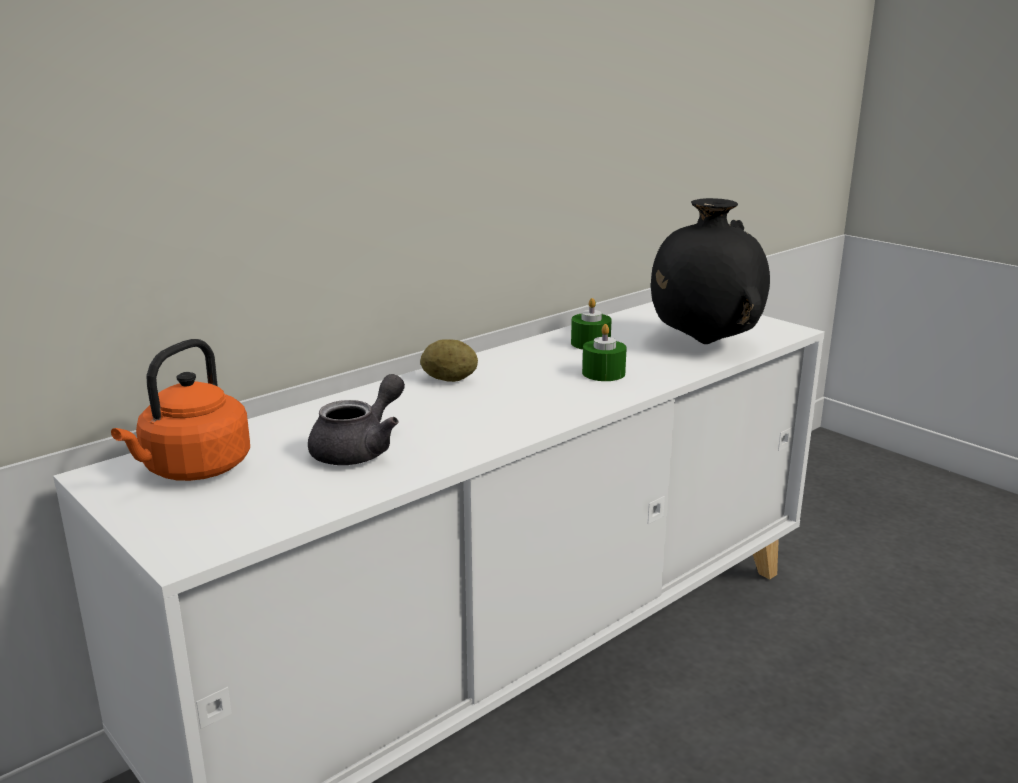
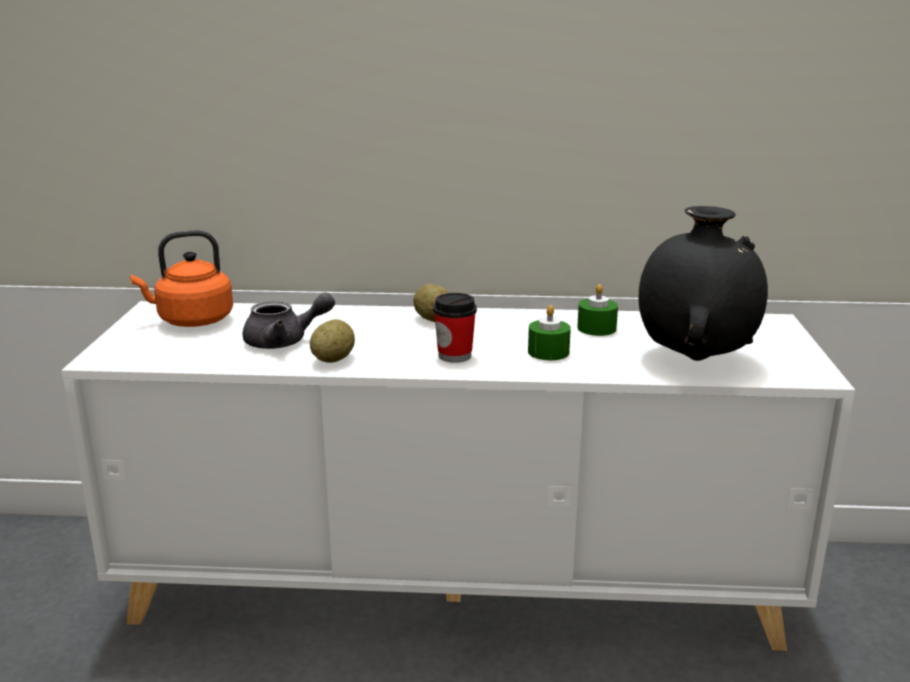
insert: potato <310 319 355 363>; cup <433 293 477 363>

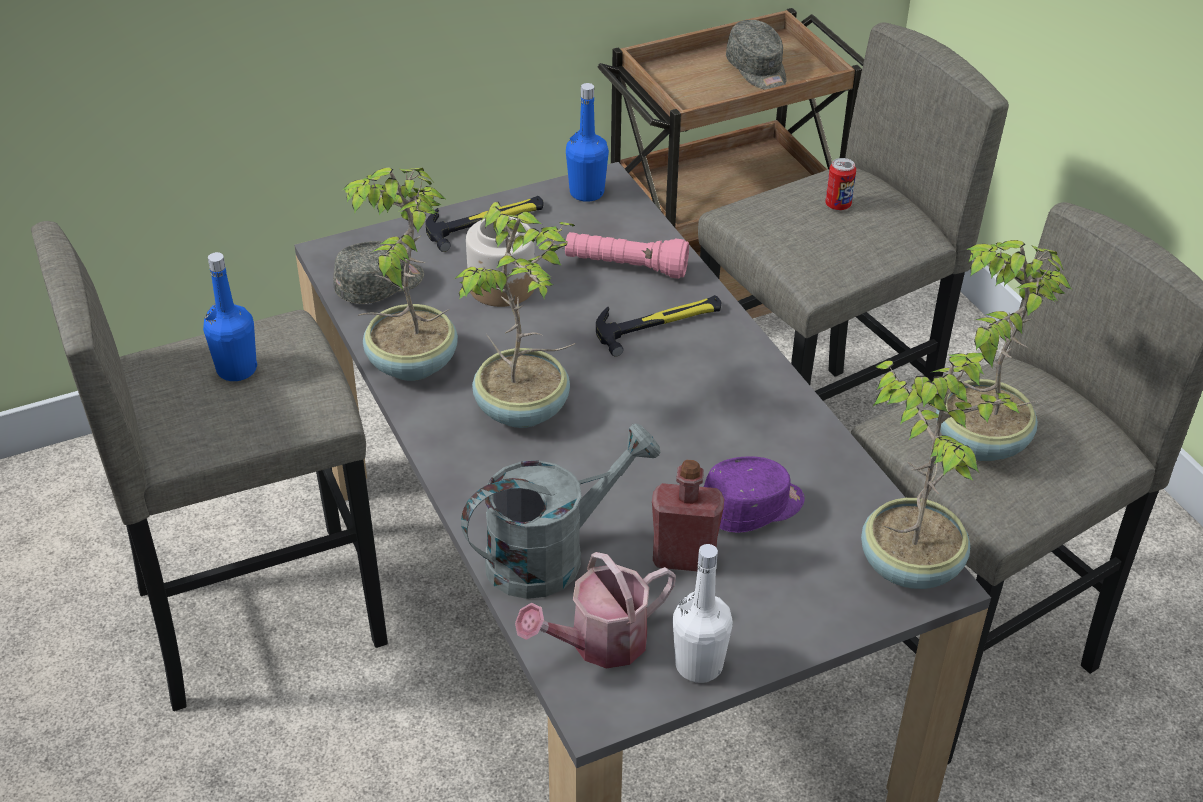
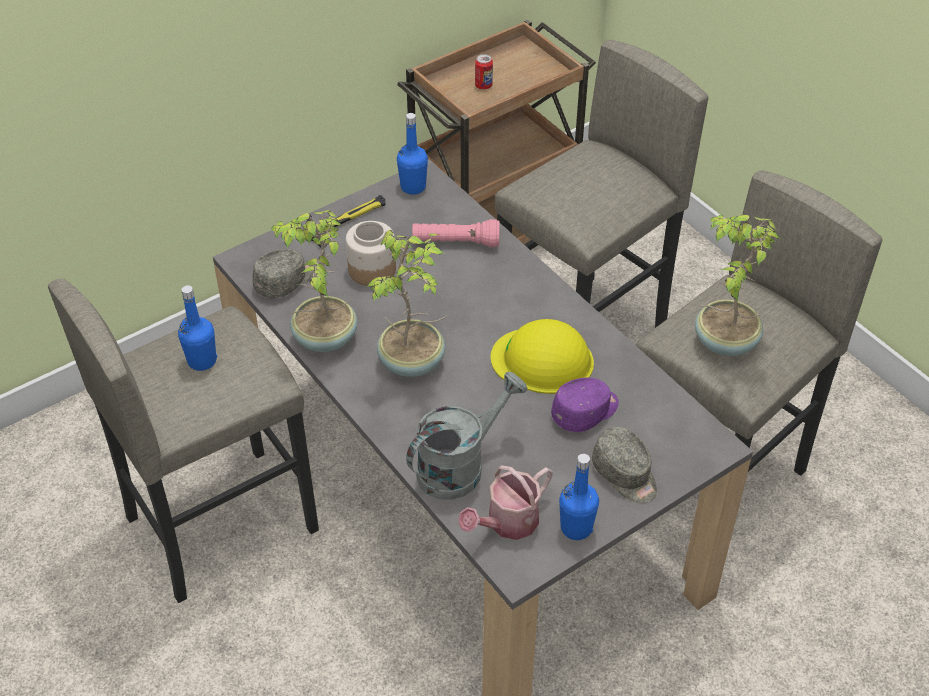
delete: hammer <596 295 721 357>; red_bottle <652 460 724 571>; potted_plant <861 353 1021 589>
insert: yellow_hard_hat <491 319 594 394>
move: grey_cap <726 20 787 90> to <592 427 657 503>; can <825 158 856 210> to <475 54 493 90>
recolor: white_bottle <673 544 733 683> to blue_bottle <559 454 599 540>

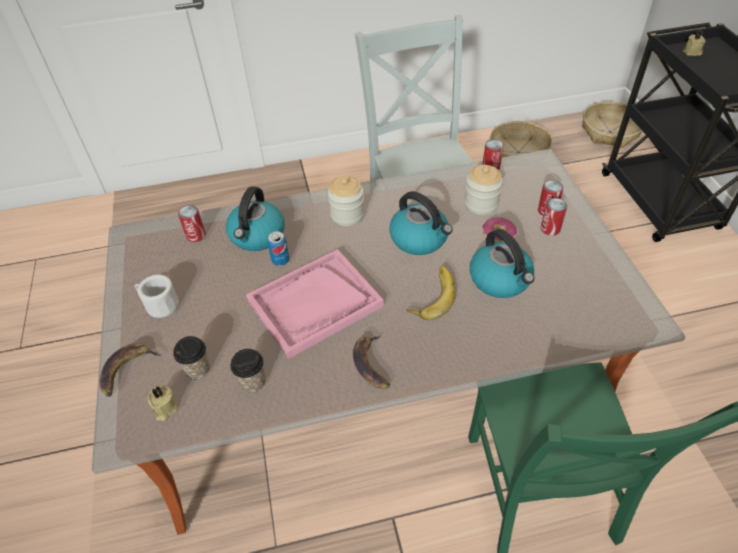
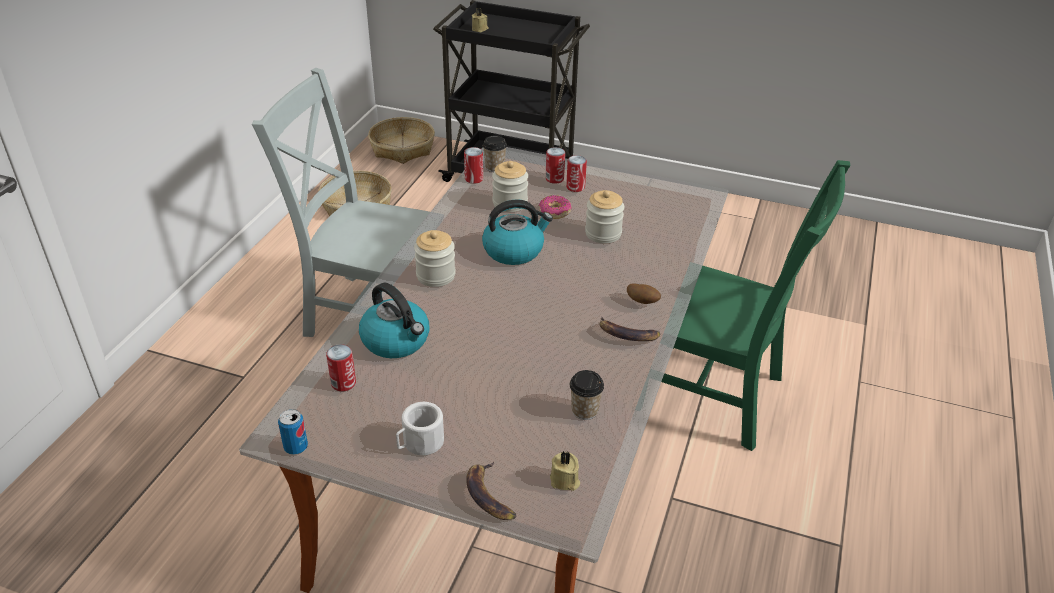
delete: pink_tray <246 249 384 359>; banana <407 266 456 320>
insert: potato <627 283 661 304>
move: cup <173 336 210 379> to <483 135 507 172>; can <267 231 289 266> to <278 409 308 455>
replace: kettle <470 229 534 298> to jar <585 190 624 243>

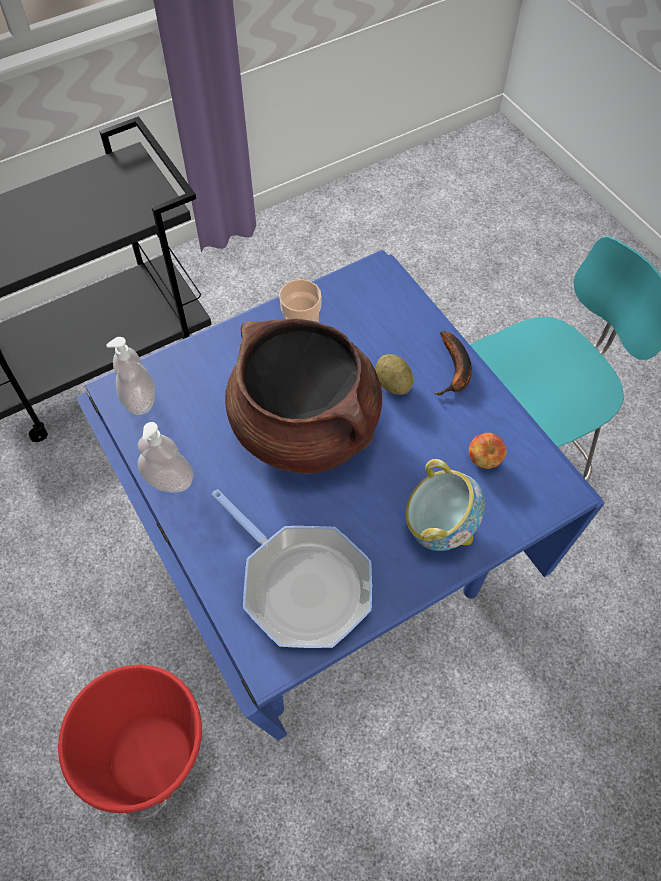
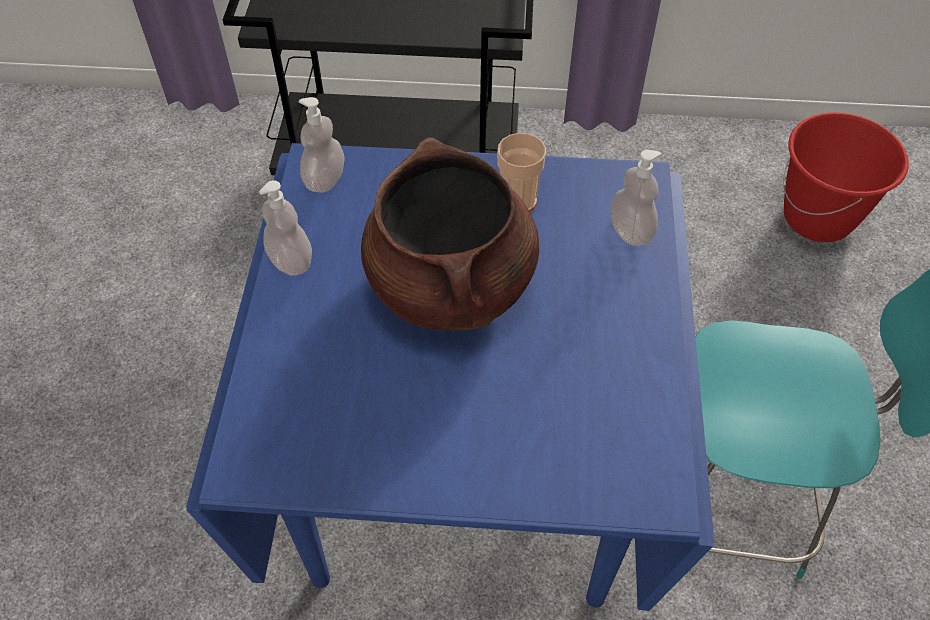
delete: frying_pan <212 489 372 648>; potato <376 354 413 395>; bowl <406 459 485 551>; banana <434 331 472 396>; apple <469 433 507 469>
insert: soap_dispenser <610 150 661 246>
move: red_bucket <58 664 202 819> to <783 113 909 242>

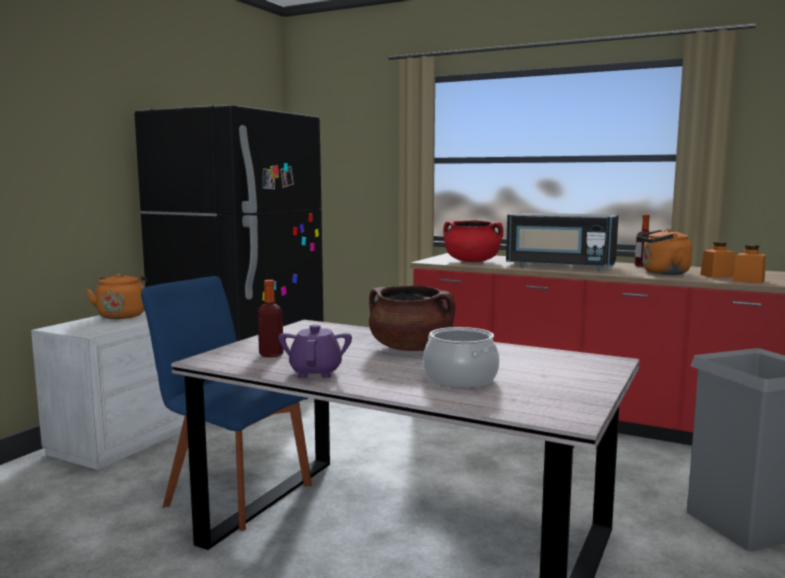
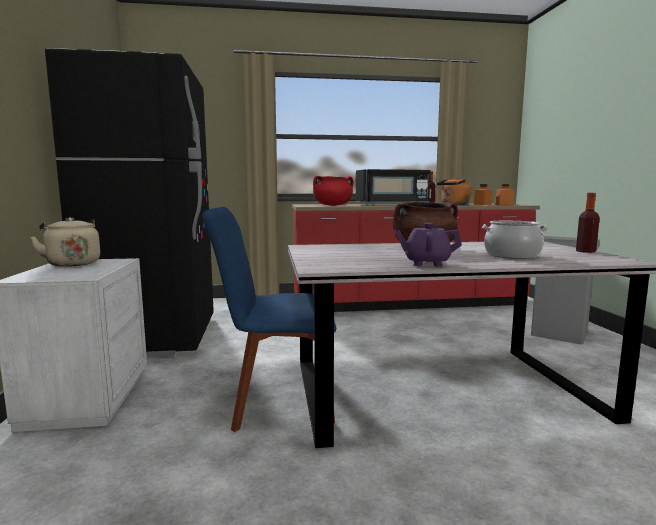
move: bottle <258 280 284 357> to <576 193 600 253>
recolor: orange_kettle <86 273 147 319> to beige_kettle <30 217 100 267>
rotate: purple_teapot <278 325 352 378> = <395 223 462 267> 45 degrees counterclockwise

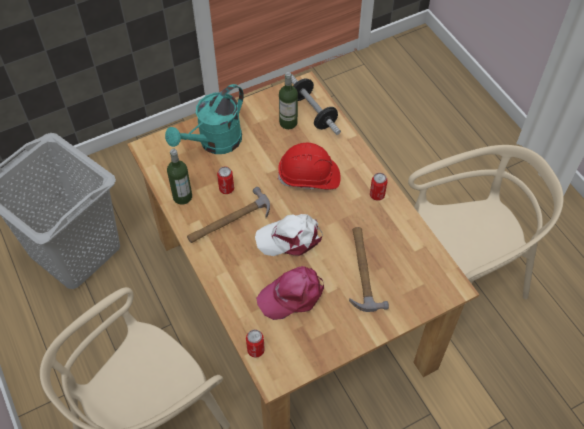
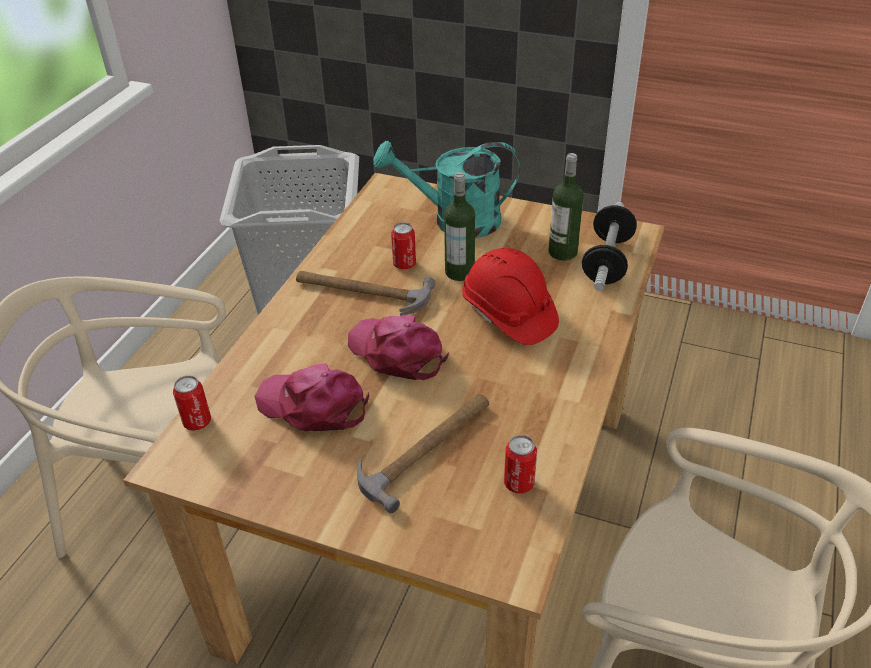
move: bottle <167 149 192 205> to <444 172 475 281>; can <370 173 388 201> to <504 435 537 494>
recolor: white_cap <255 214 323 256> to pink_cap <348 315 449 380>

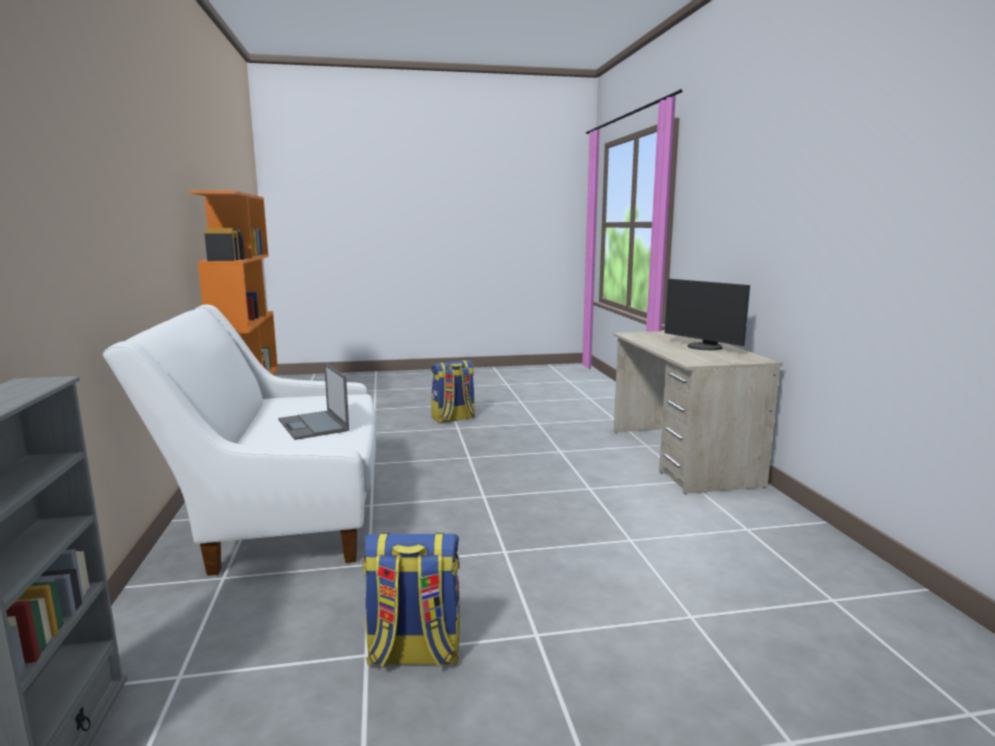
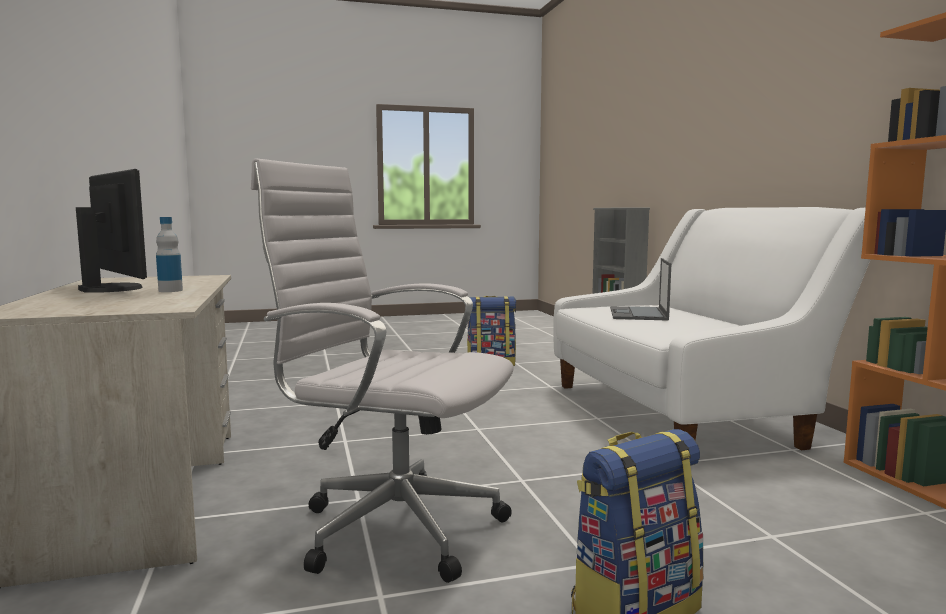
insert: bottle <156 217 183 292>; white_office_chair <251 158 514 583>
rotate: laptop <278 363 349 440> = <610 258 671 321> 135 degrees counterclockwise

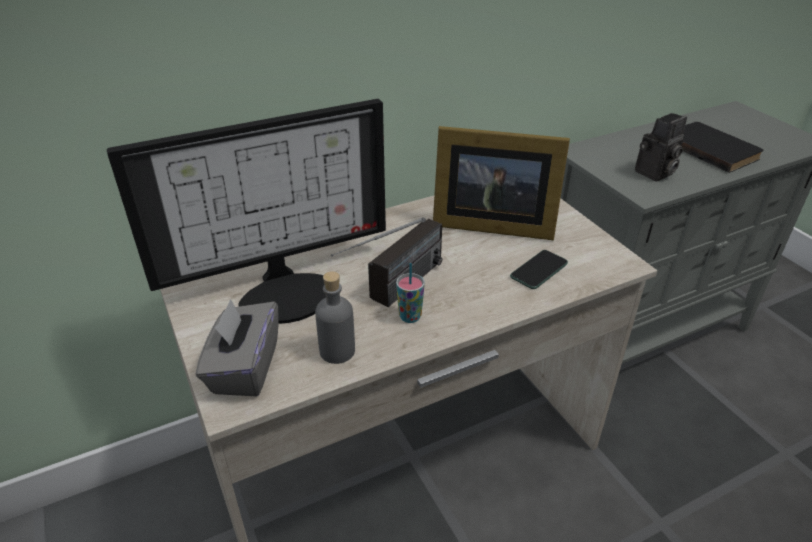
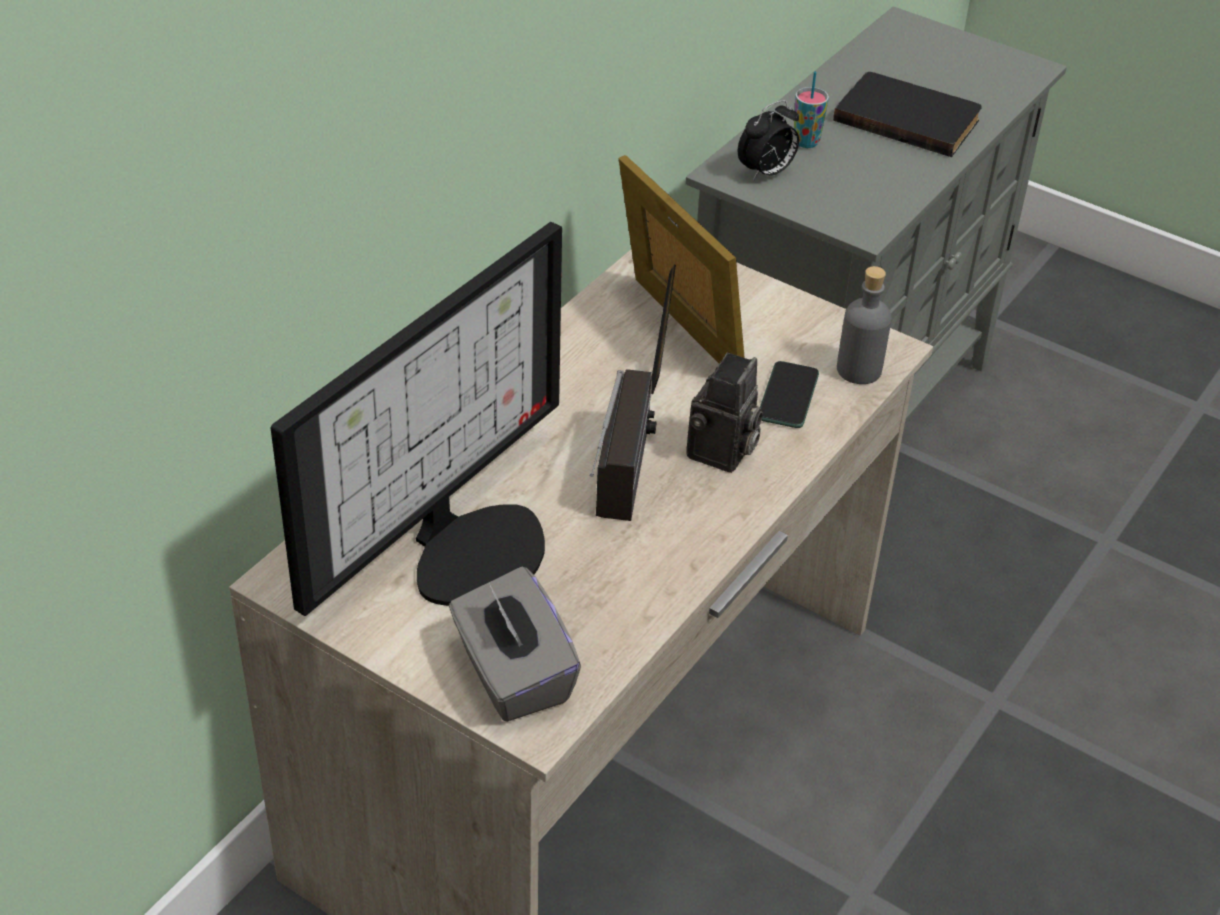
insert: alarm_clock <738 100 799 181>
move: grey_bottle <315 271 355 364> to <837 266 892 384>; cup <396 263 425 323> to <794 71 829 148>; photo_camera <635 113 687 181> to <686 353 763 473>
rotate: picture_frame <433 126 570 240> = <618 155 745 394> 105 degrees counterclockwise

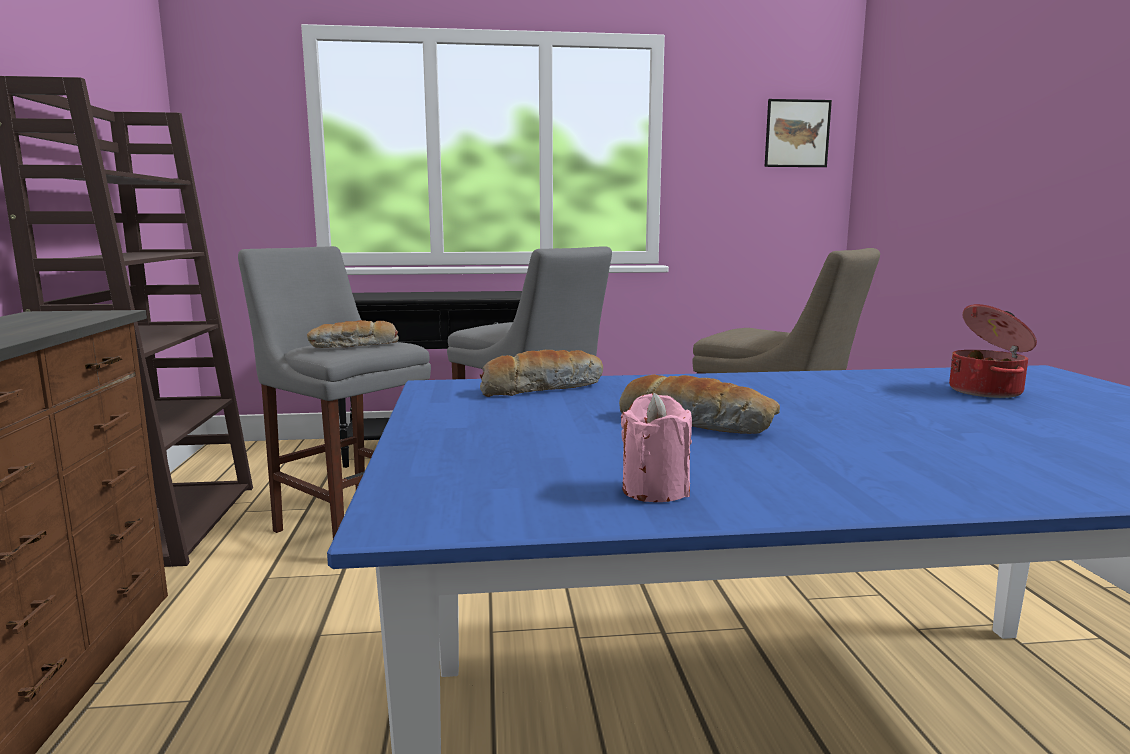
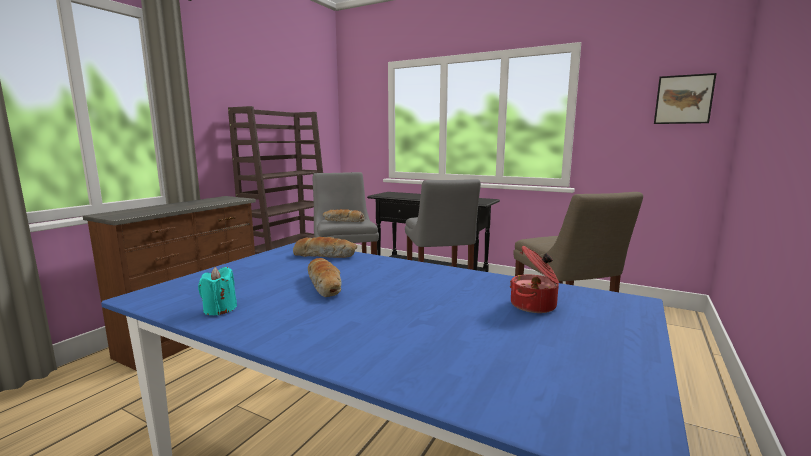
recolor: pink_candle <621 393 692 502> to turquoise_candle <198 267 237 315>

